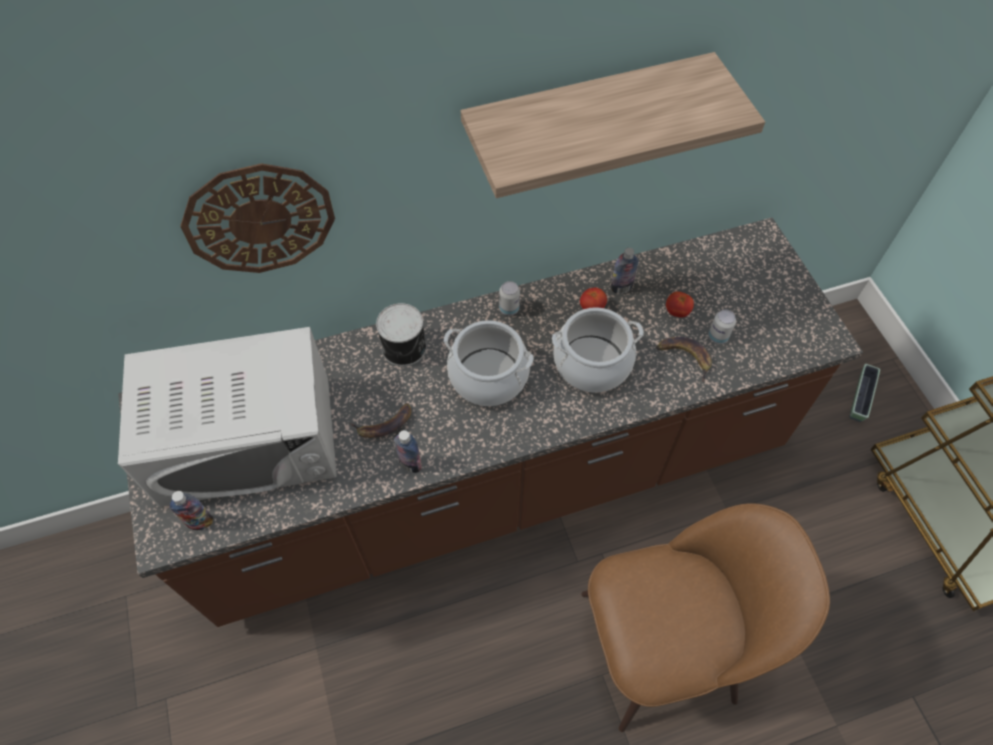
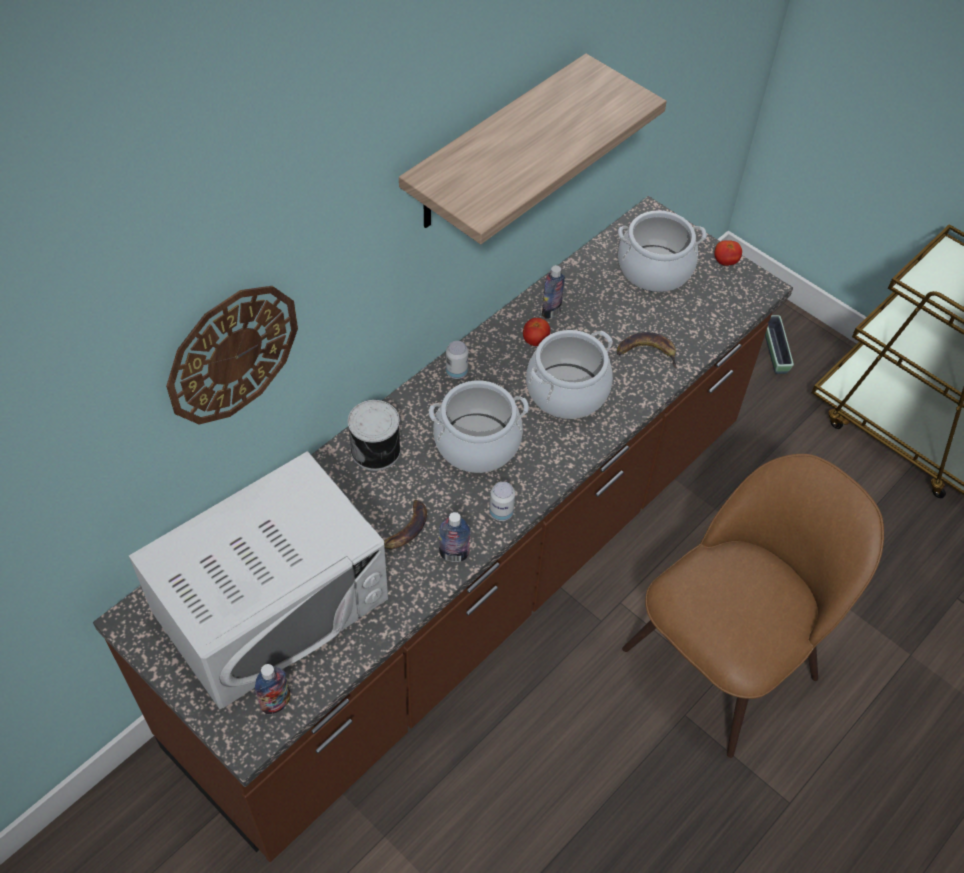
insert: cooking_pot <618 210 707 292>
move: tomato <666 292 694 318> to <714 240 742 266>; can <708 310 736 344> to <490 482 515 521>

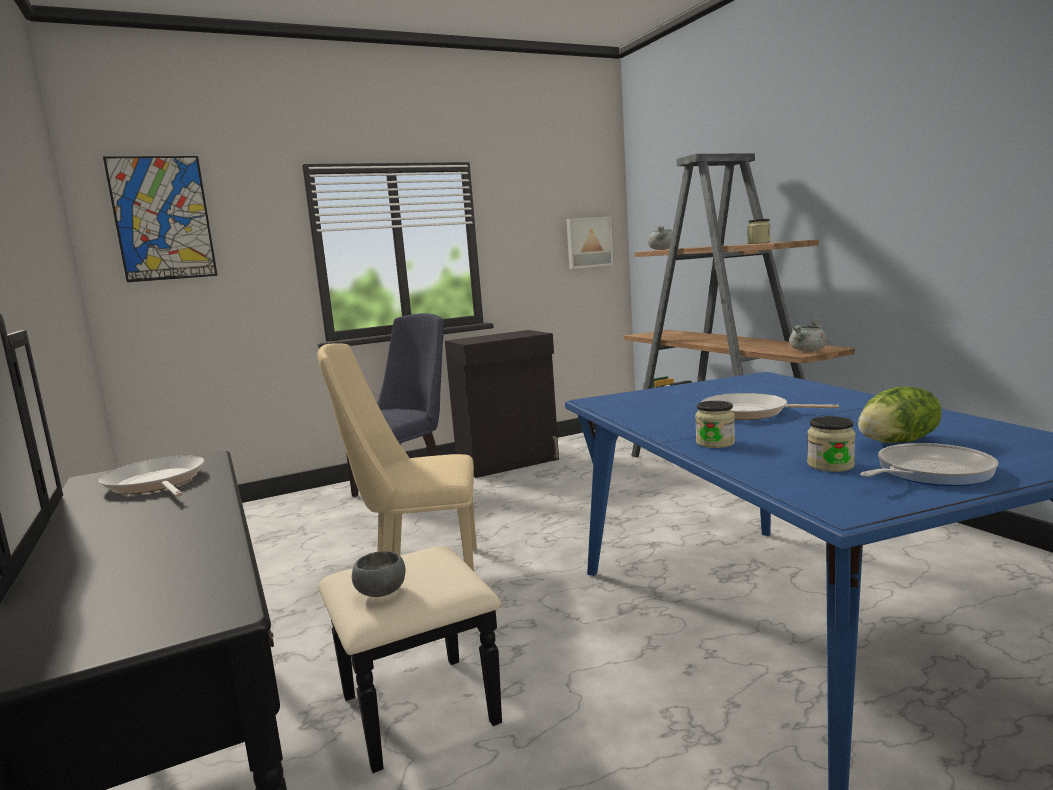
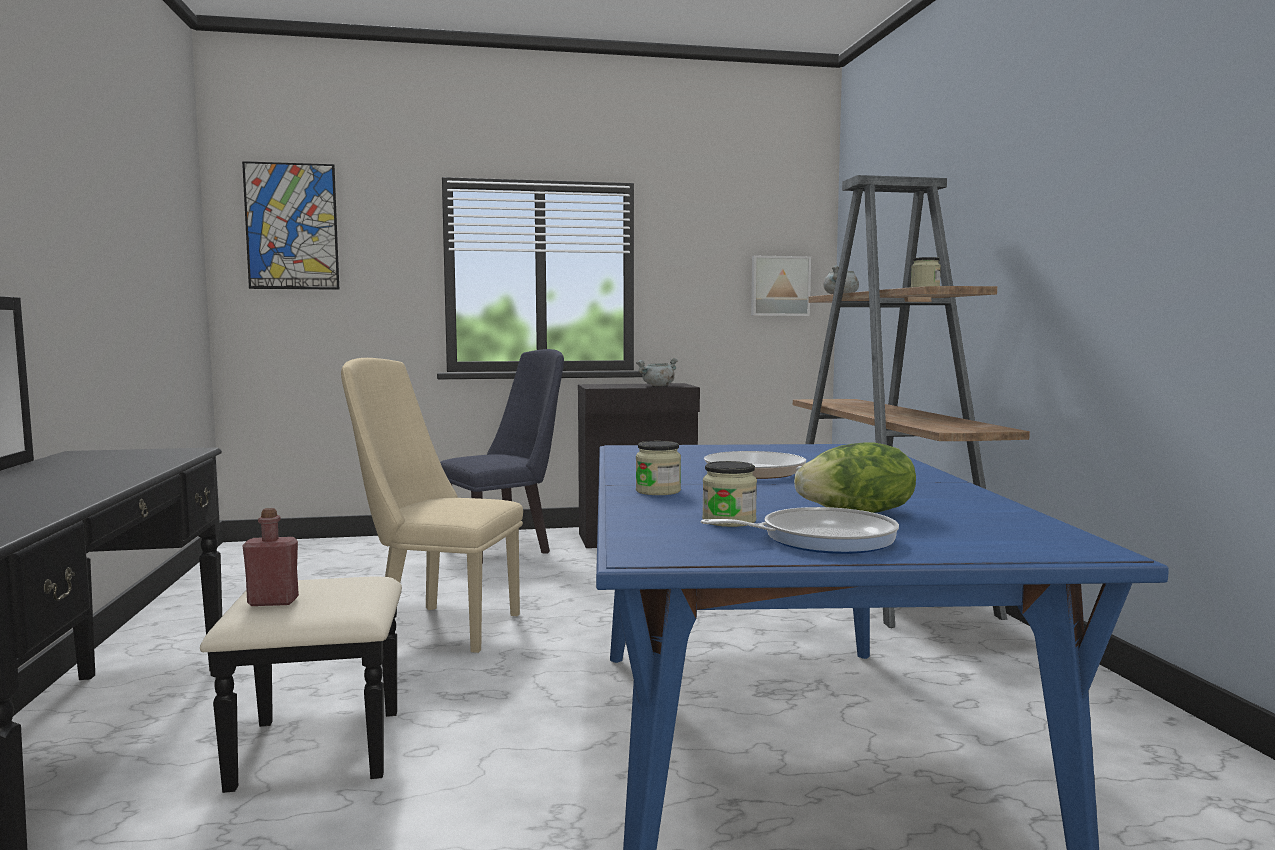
delete: frying_pan <99 455 204 497>
move: grey_cooking_pot <789 318 827 352> to <636 358 678 386>
replace: grey_bowl <352 551 406 597> to red_bottle <242 508 299 606>

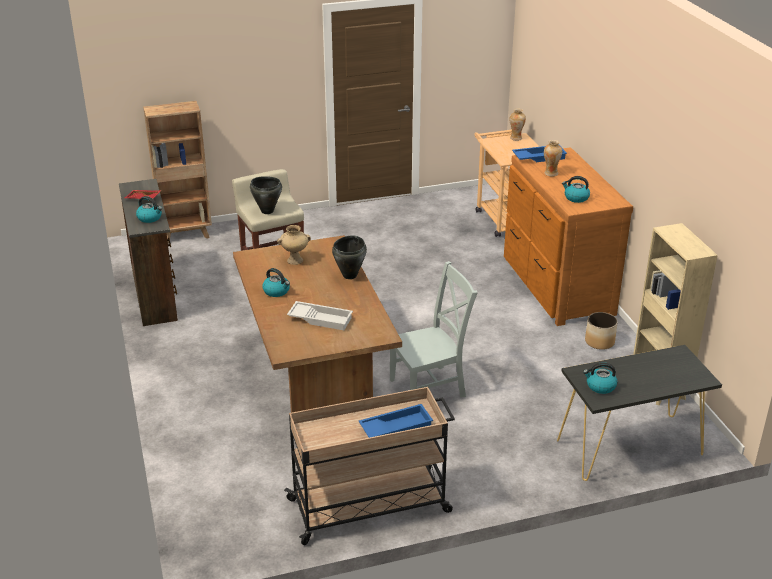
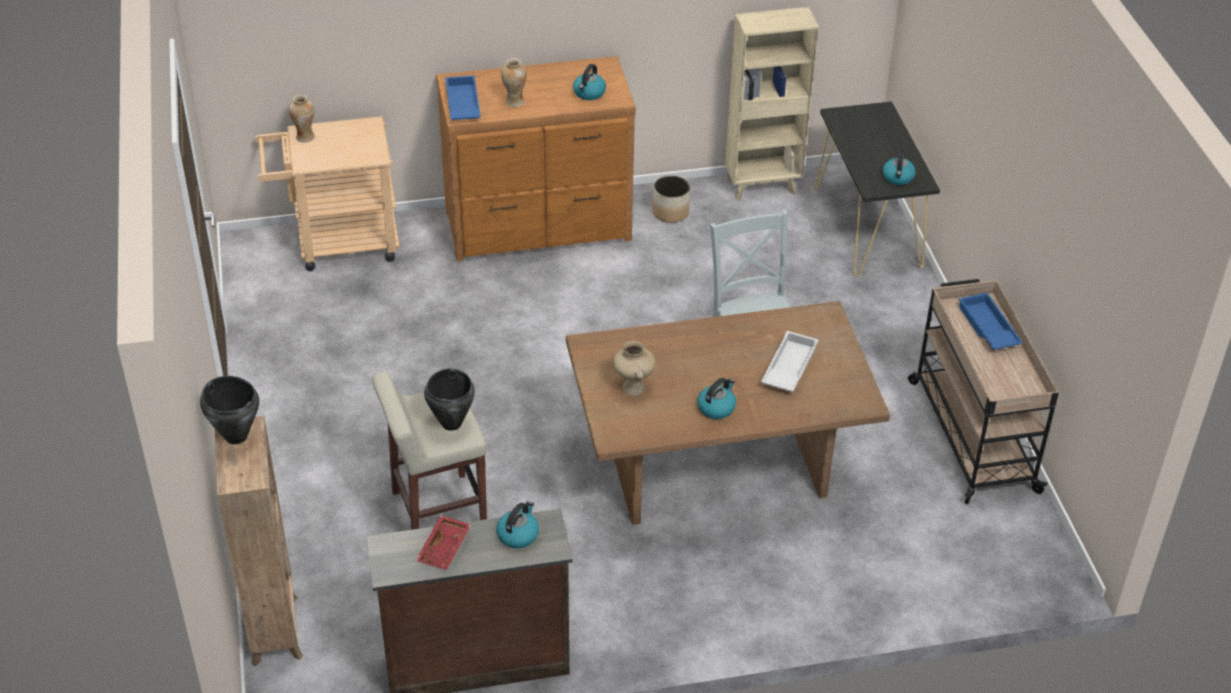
move: black_cooking_pot <332 236 367 279> to <200 376 259 444>

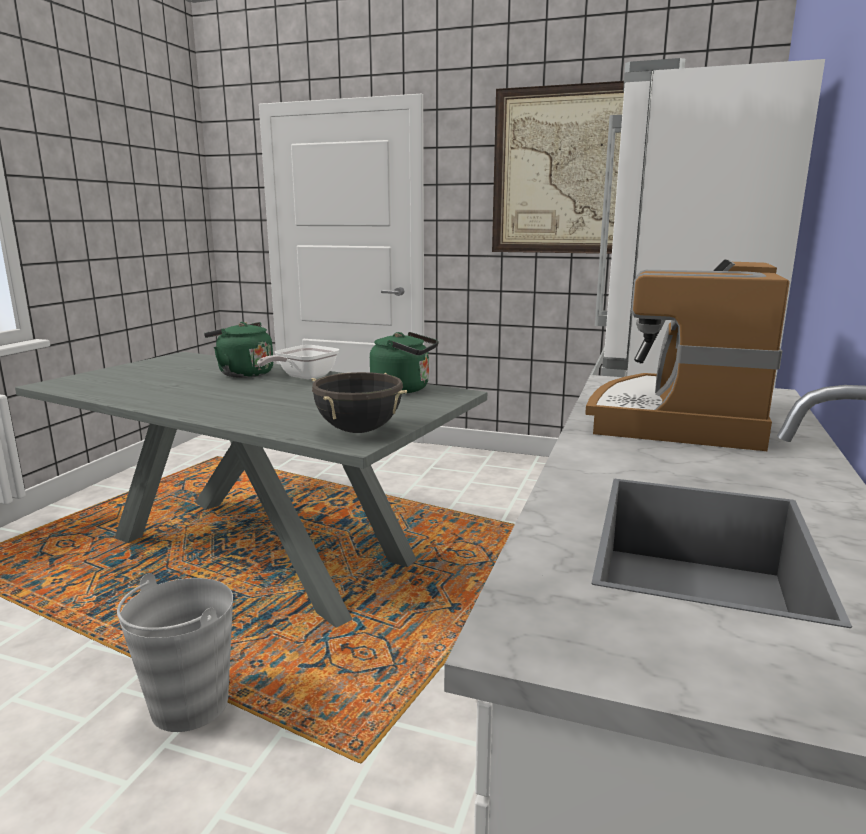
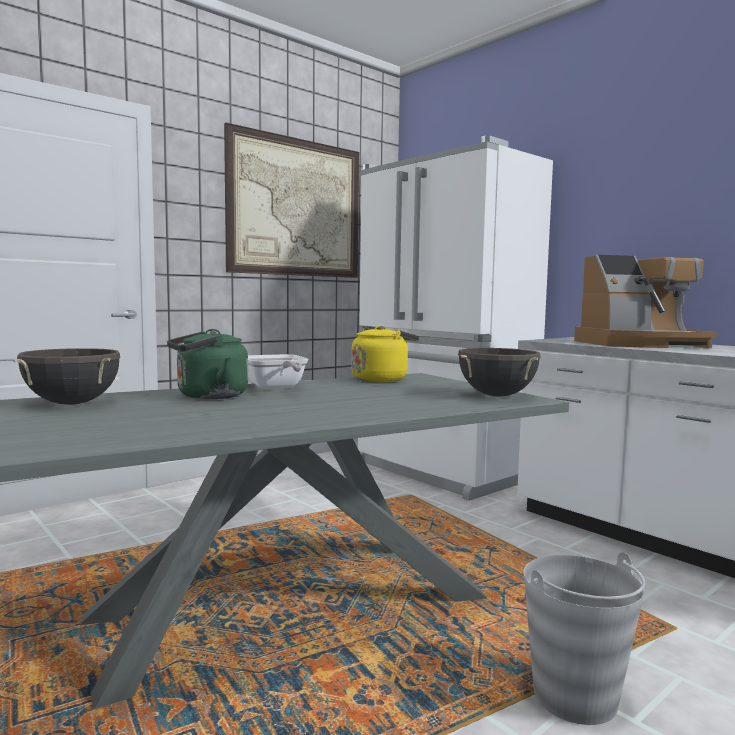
insert: black_cooking_pot <13 348 120 405>
recolor: green_kettle <370 332 439 394> to yellow_kettle <351 325 419 382>
rotate: coffee_machine <585 259 790 451> = <574 255 717 348> 60 degrees counterclockwise

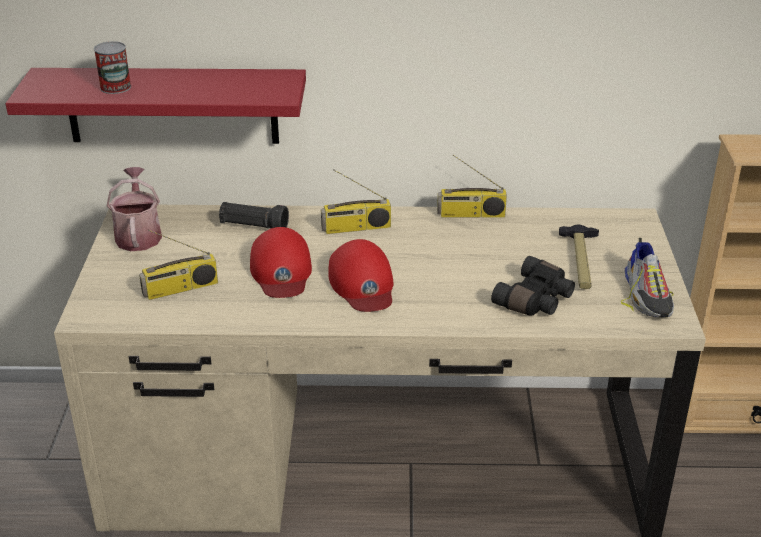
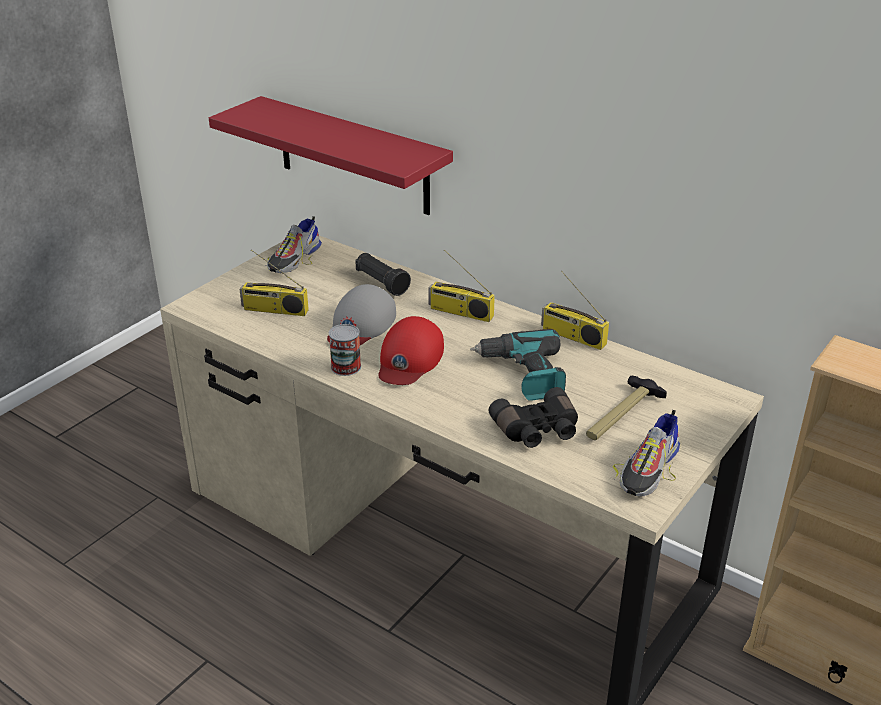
insert: power_drill <470 329 566 401>
move: can <94 41 131 94> to <329 324 361 376>
replace: watering_can <107 167 162 251> to shoe <267 216 322 273>
recolor: red_cap <250 227 312 298> to grey_cap <327 284 396 345>

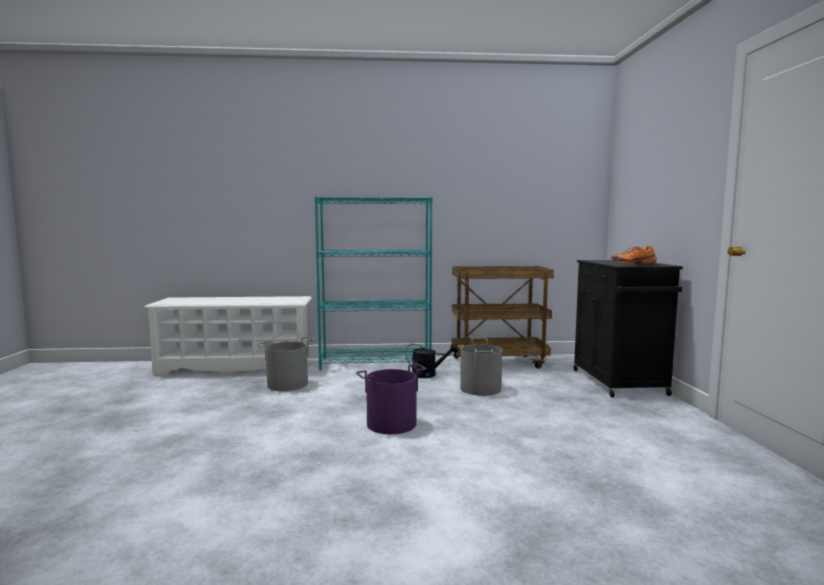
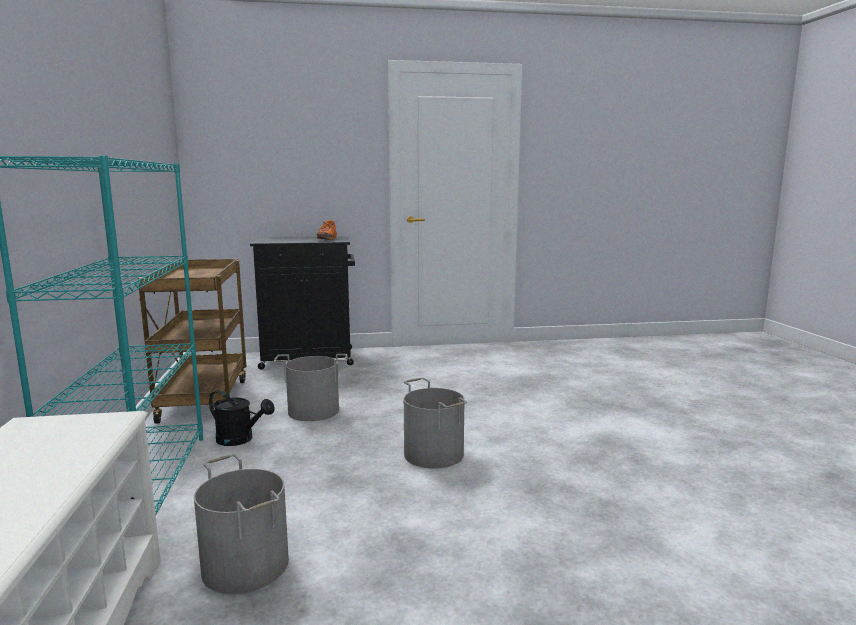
recolor: purple_bucket <356 364 426 434> to grey_bucket <404 378 467 469>
rotate: black_watering_can <405 343 458 378> = <209 390 275 446> 120 degrees clockwise

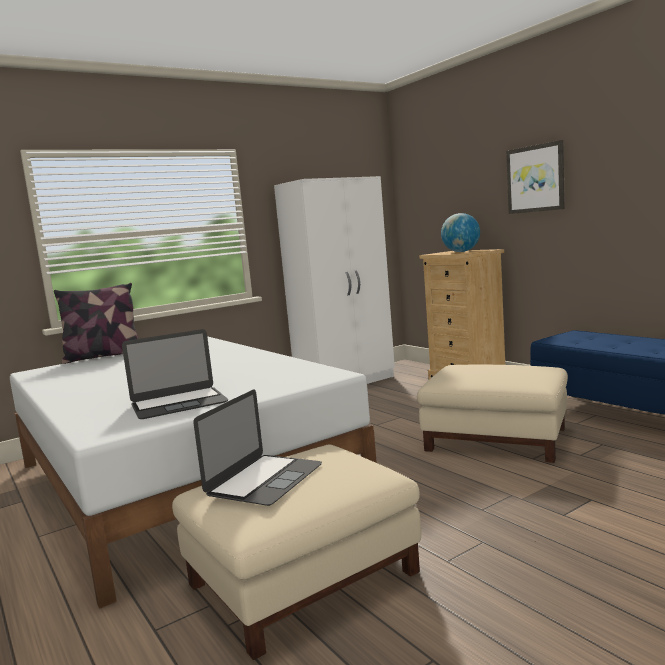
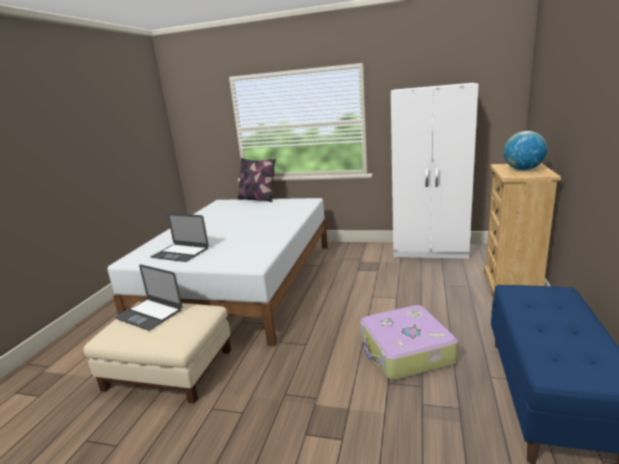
delete: picture <506 140 565 214>
replace: beige_ottoman <417 364 568 463> to suitcase <360 305 458 380>
rotate: laptop <193 389 322 506> = <114 264 182 330> 45 degrees clockwise

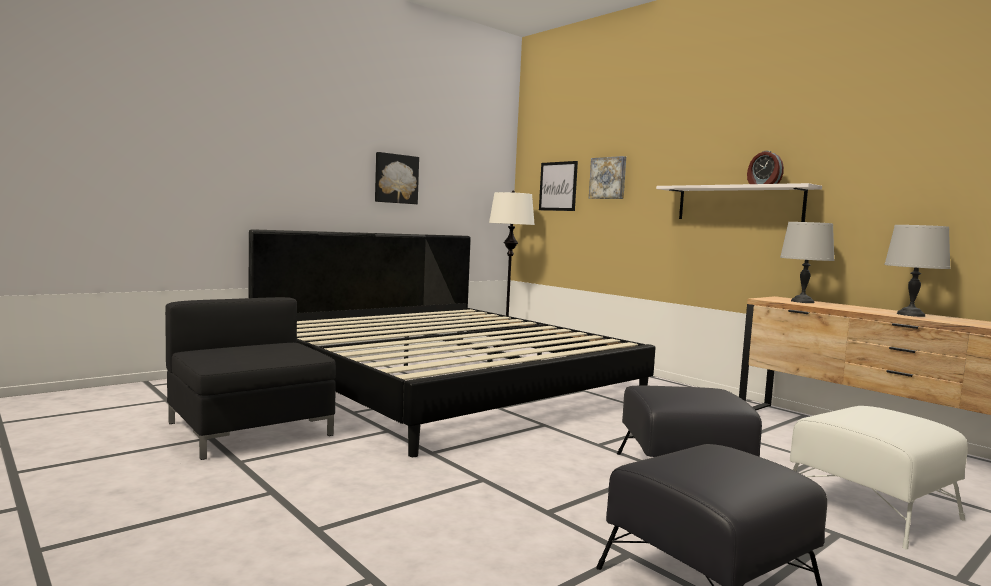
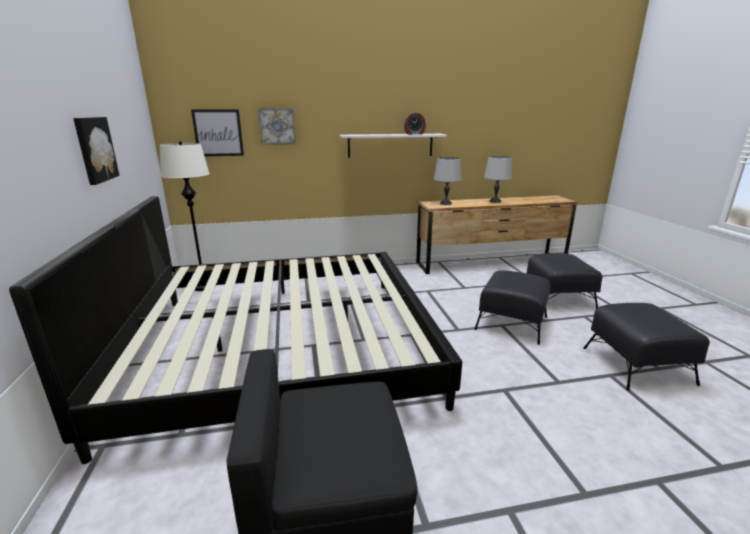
recolor: white_ottoman <790 406 968 550> to black_ottoman <527 253 602 309>

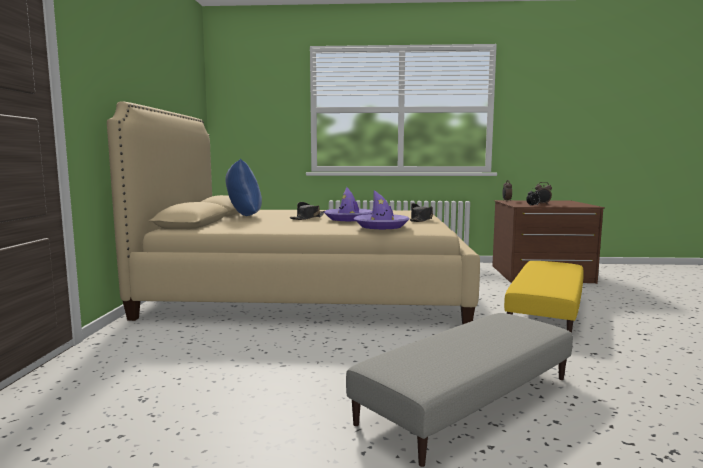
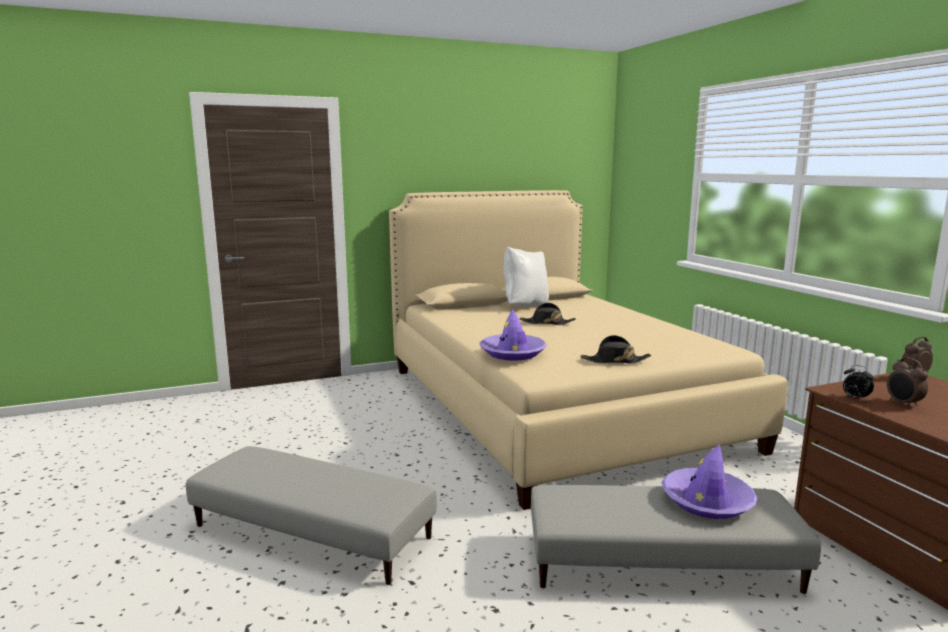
move: purple_hat <324 187 372 221> to <662 444 757 519>
recolor: blue_pillow <225 159 262 216> to white_pillow <504 246 549 306>; yellow_ottoman <504 261 584 333> to grey_ottoman <531 485 821 594>

